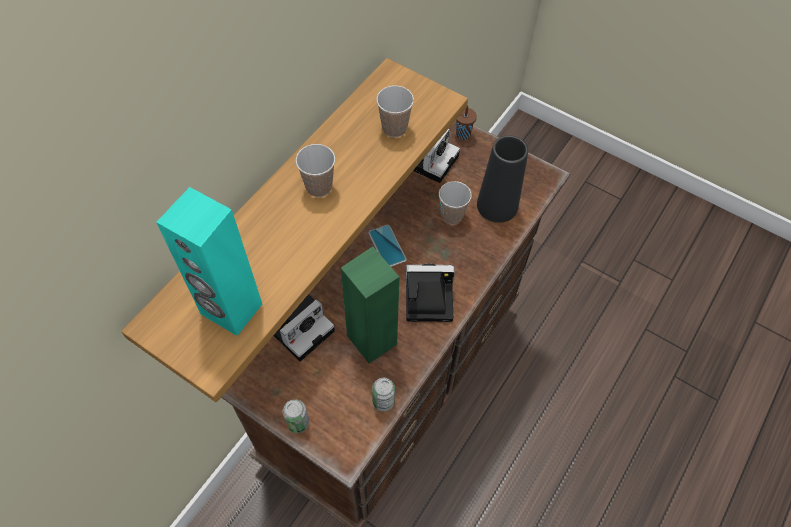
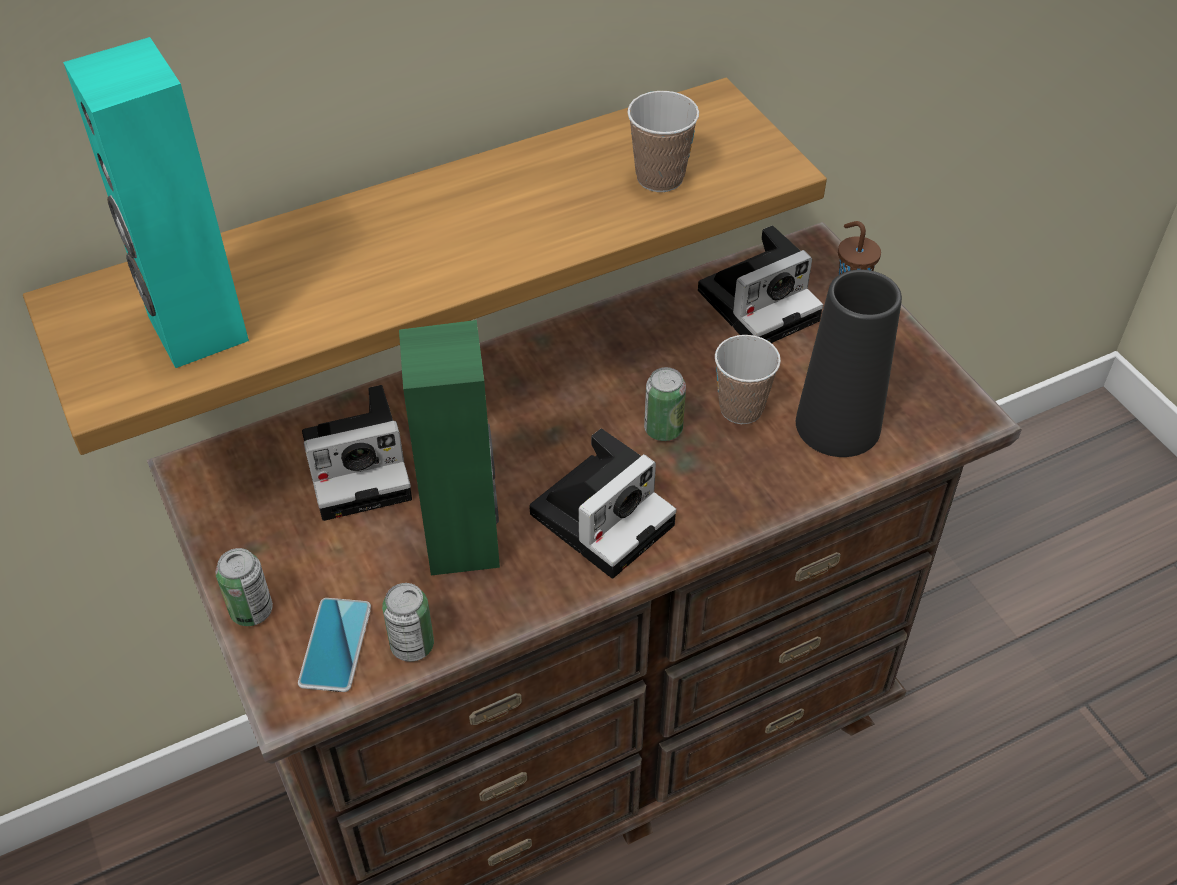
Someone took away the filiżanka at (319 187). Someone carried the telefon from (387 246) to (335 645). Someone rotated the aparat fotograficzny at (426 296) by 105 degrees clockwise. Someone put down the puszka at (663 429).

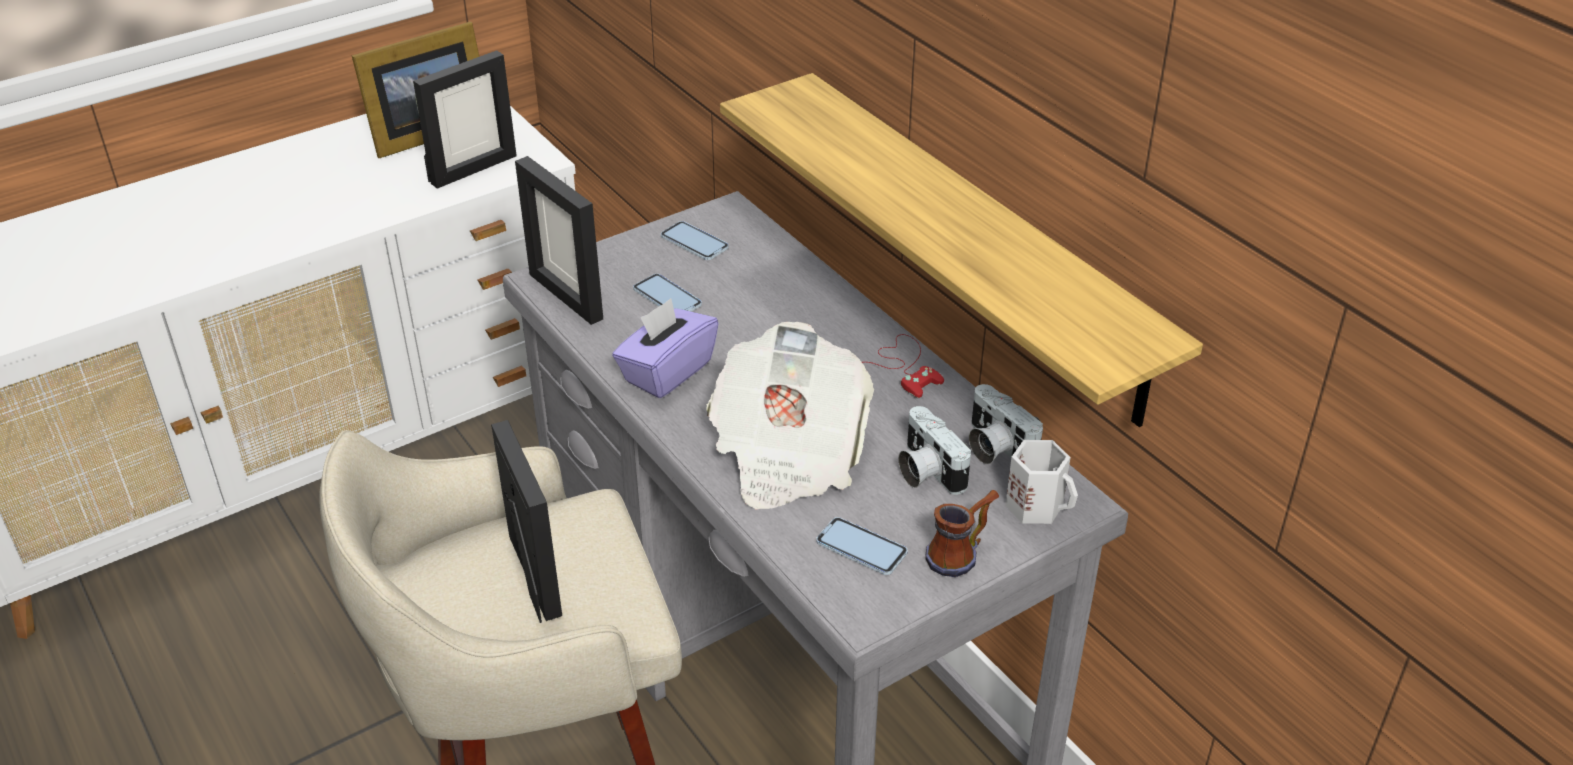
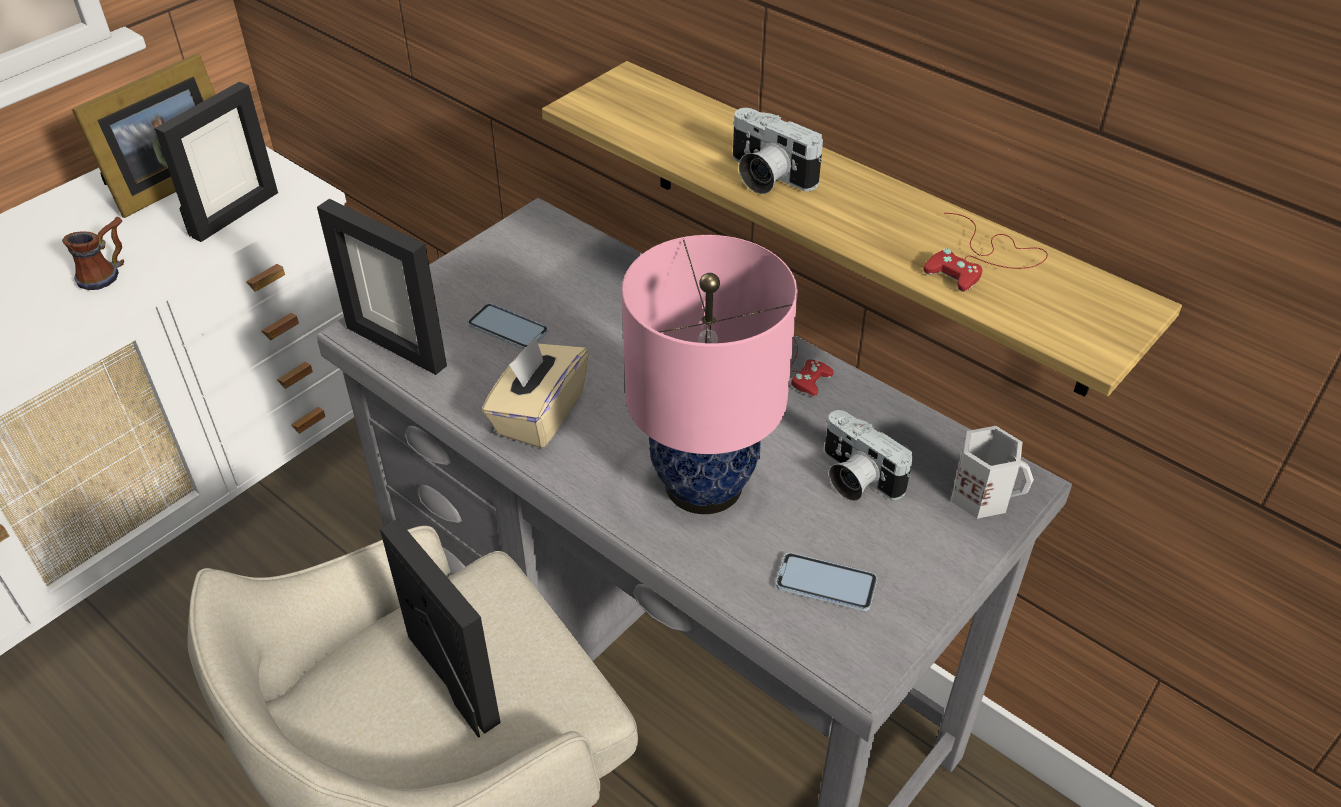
Someone took away the telefon at (694 242). Someone repainted the pudełko chusteczek/fioletowy at (667 371), which became the pudełko chusteczek/beżowy at (538 415). Someone swapped the gazeta at (788 452) for the lampa stołowa/różowy at (704 485). Someone carried the aparat fotograficzny from (994 447) to (766 177). Someone carried the kubek from (961 553) to (108 272). Someone put down the pad do gier/czerwony at (983 259).

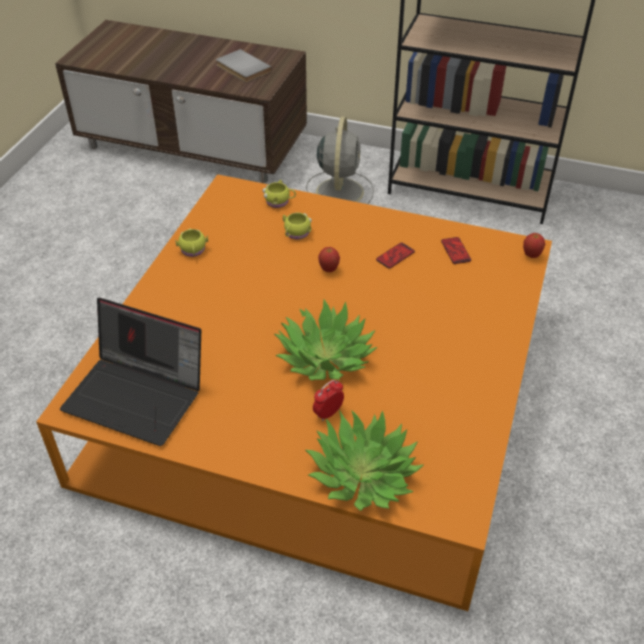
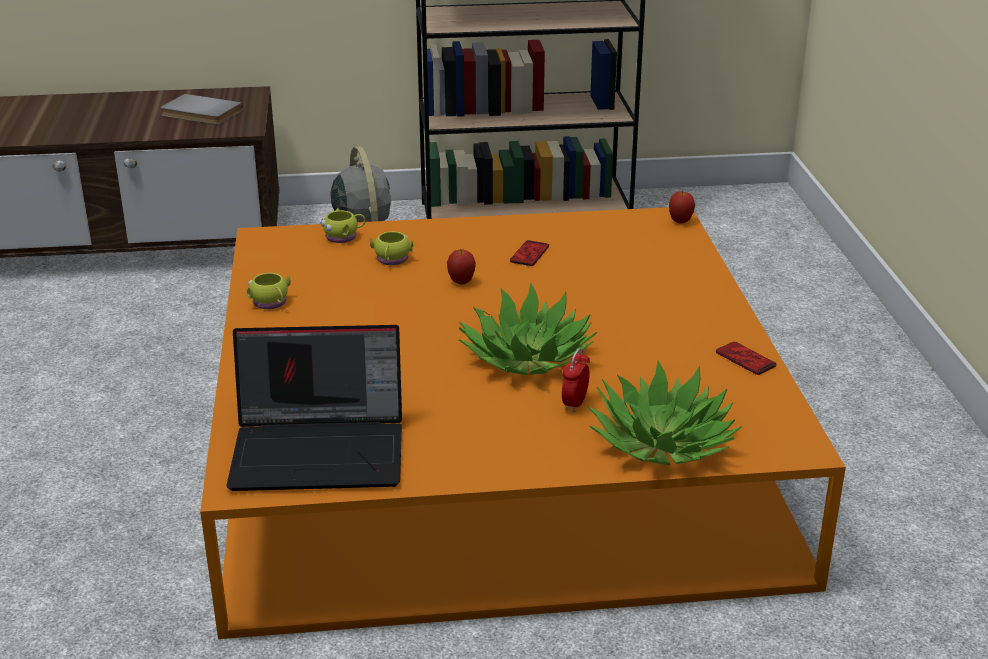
Someone carried the telefon from (455 251) to (745 359).

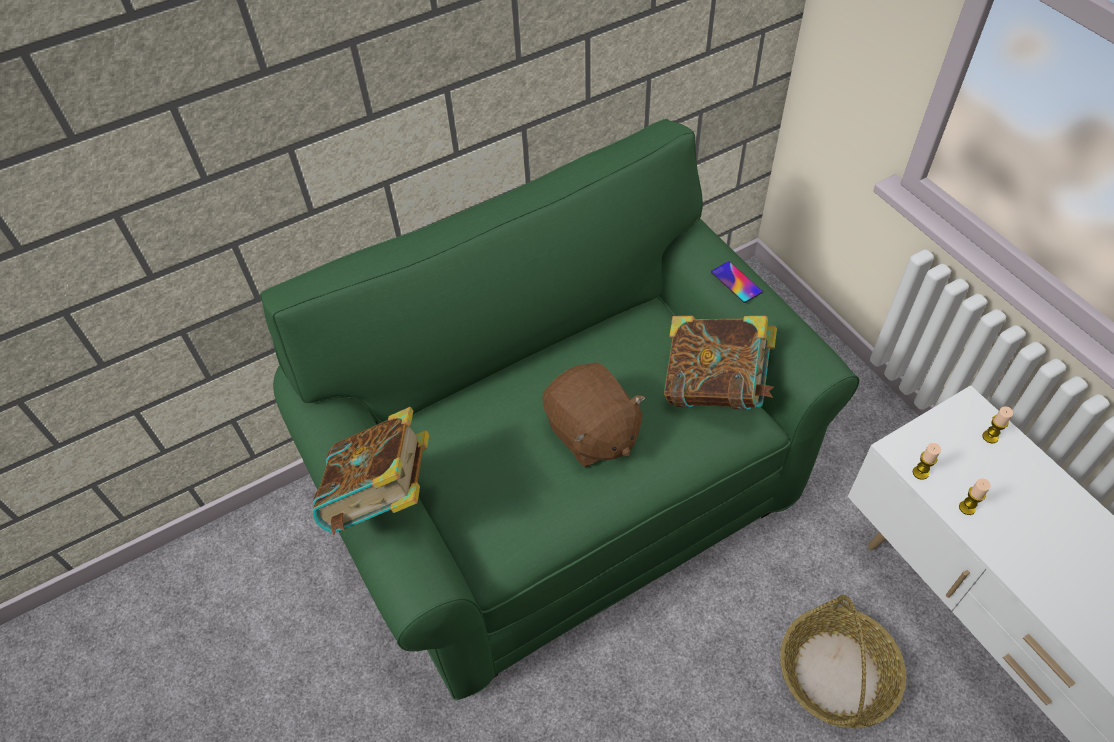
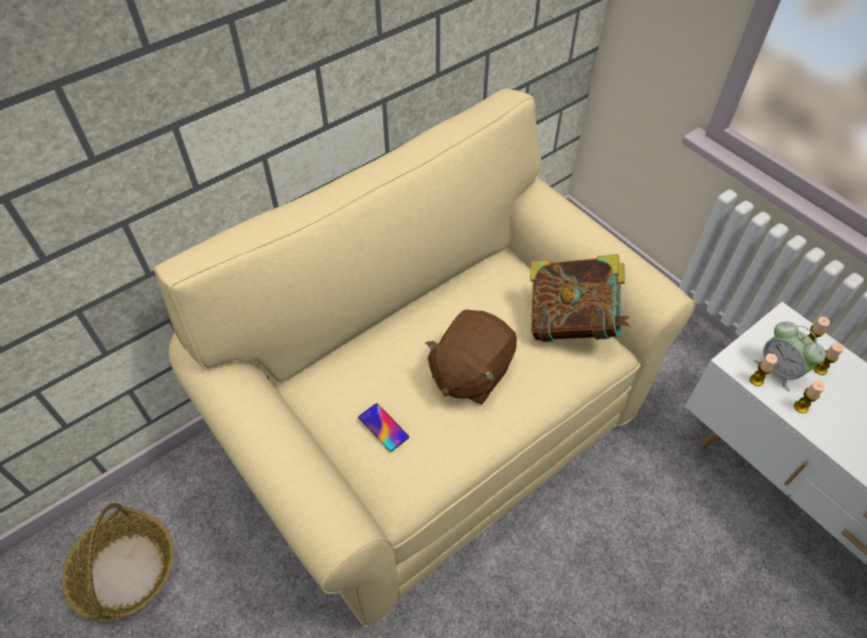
Someone repainted the kanapa/zielony at (564 488), which became the kanapa/beżowy at (434 422). Someone carried the telefon from (736 282) to (383 427). Someone rotated the pluszak/brązowy at (591 433) by 75 degrees clockwise. Someone took away the książka at (382 497). Someone carried the koszyk from (837 674) to (126 571). Someone put down the budzik at (779 370). Someone put down the świeca at (820 369).

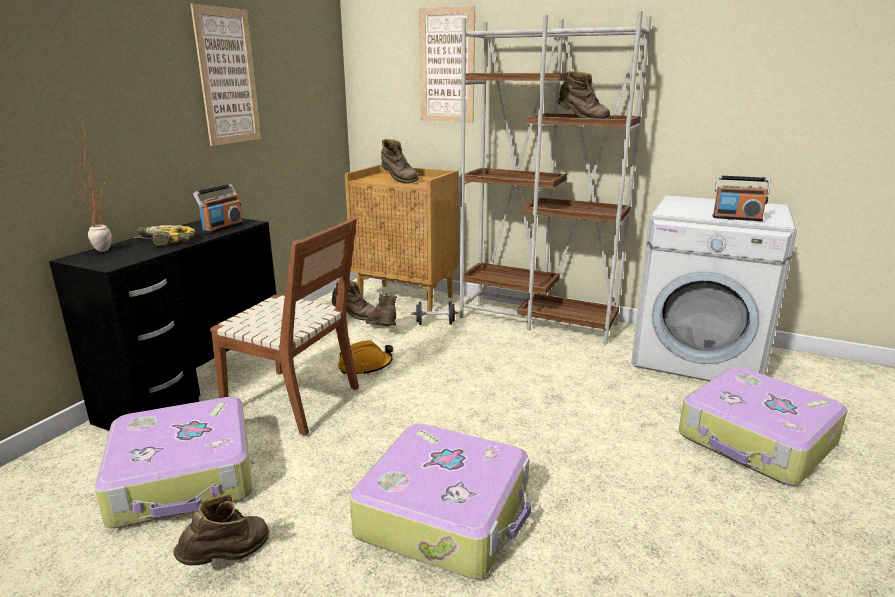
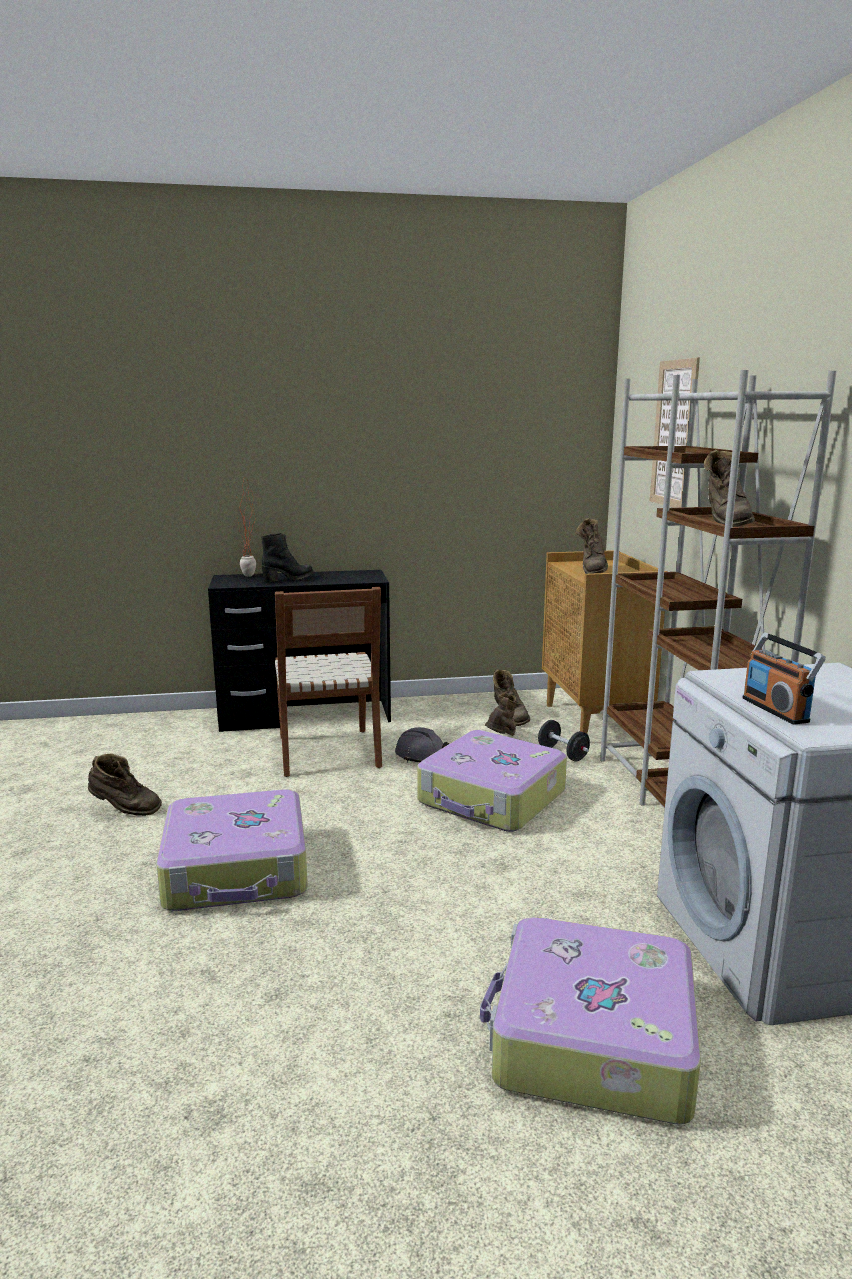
Someone took away the obraz at (228 77). Someone took away the radio at (222 227). Someone swapped the wiertarka at (164 242) for the but z cholewką/czarny at (288 579). Someone repainted the kask/pomarańczowy at (365 366), which became the kask/szary at (423 756). Someone carried the walizka from (184 477) to (492 798).

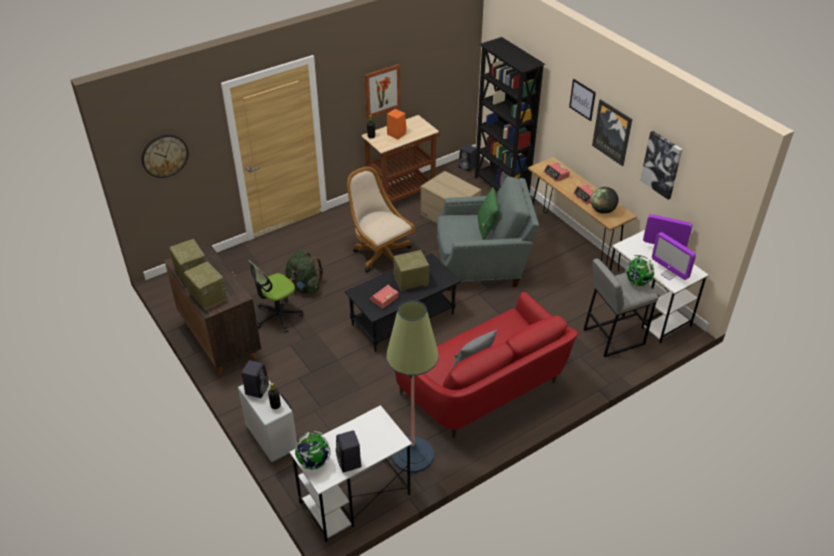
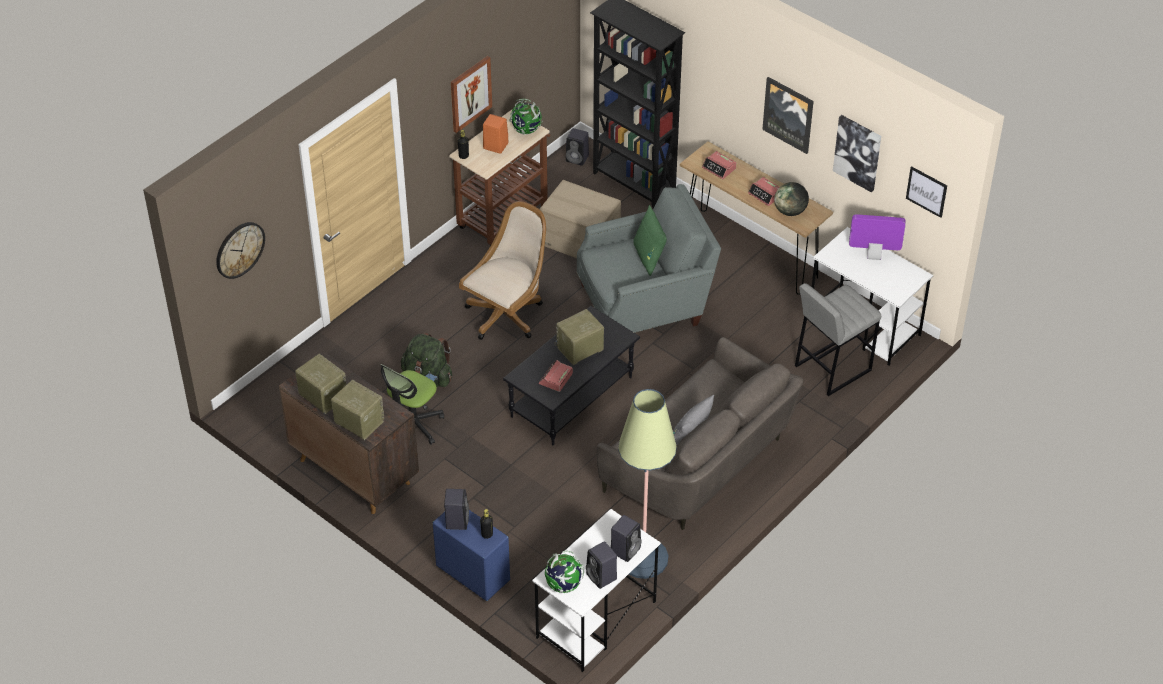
Someone carried the obraz from (582 99) to (926 191). Someone rotated the krzesło biurowe at (380 253) by 90 degrees clockwise. Someone took away the monitor at (669 275). Someone carried the globus from (637 282) to (526 130). Someone repainted the kanapa/czerwony at (485 389), which became the kanapa/szary at (700 464). Someone repainted the szafka nocna/biały at (272 438), which became the szafka nocna/niebieski at (474 574). Someone put down the głośnik/czarny at (625 549).

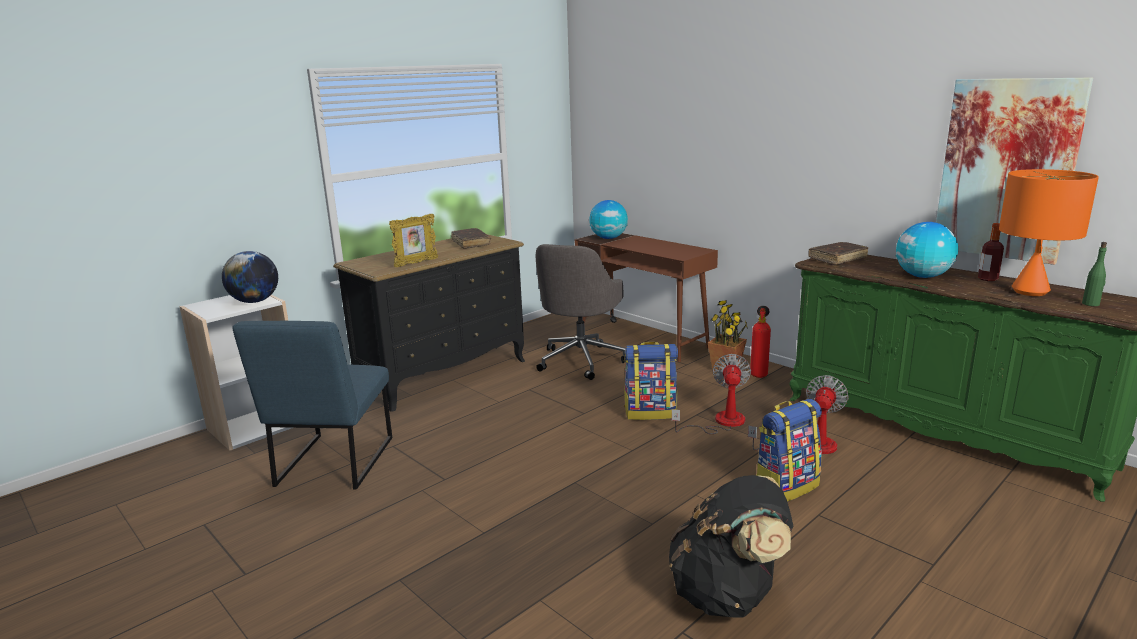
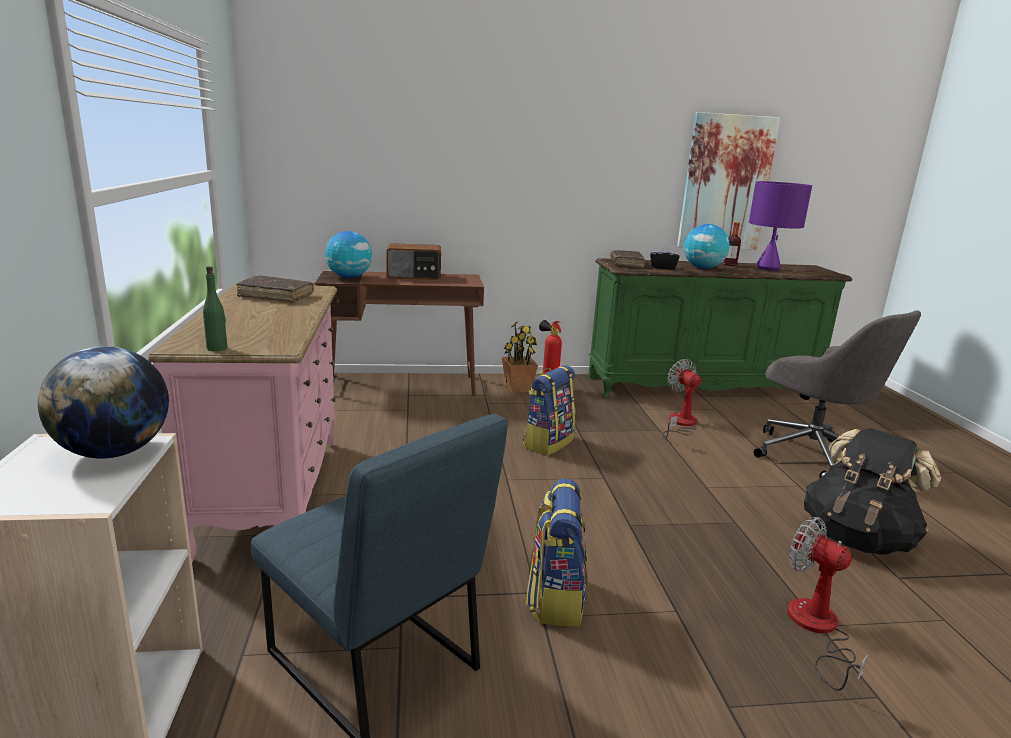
Someone repainted the lampa stołowa/pomarańczowy at (1029 292), which became the lampa stołowa/fioletowy at (767 269). Someone took away the ramka na zdjęcie at (416 263). Someone repainted the komoda/czarny at (444 375), which became the komoda/różowy at (274 494). Someone carried the butelka/zielony from (1091 304) to (217 348). Someone carried the krzesło biurowe/szary from (581 361) to (812 456). Someone carried the wentylator from (720 422) to (816 629). Someone carried the plecak from (785 486) to (555 598). Someone put down the radio at (414 276). Someone put down the pudełko chusteczek/czarny at (663 268).

